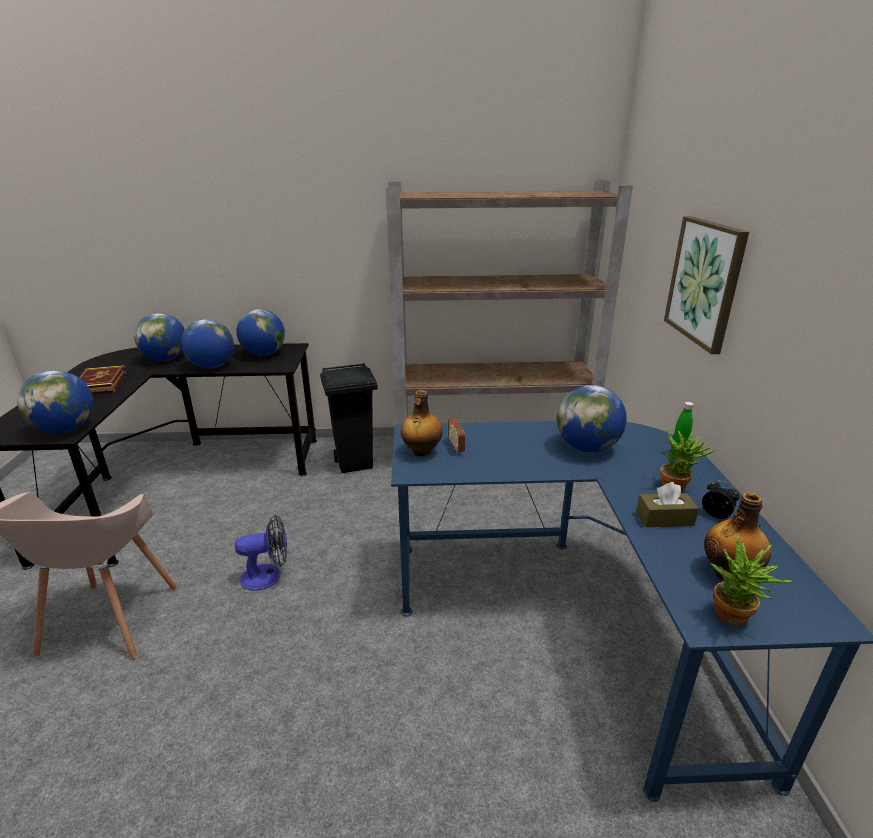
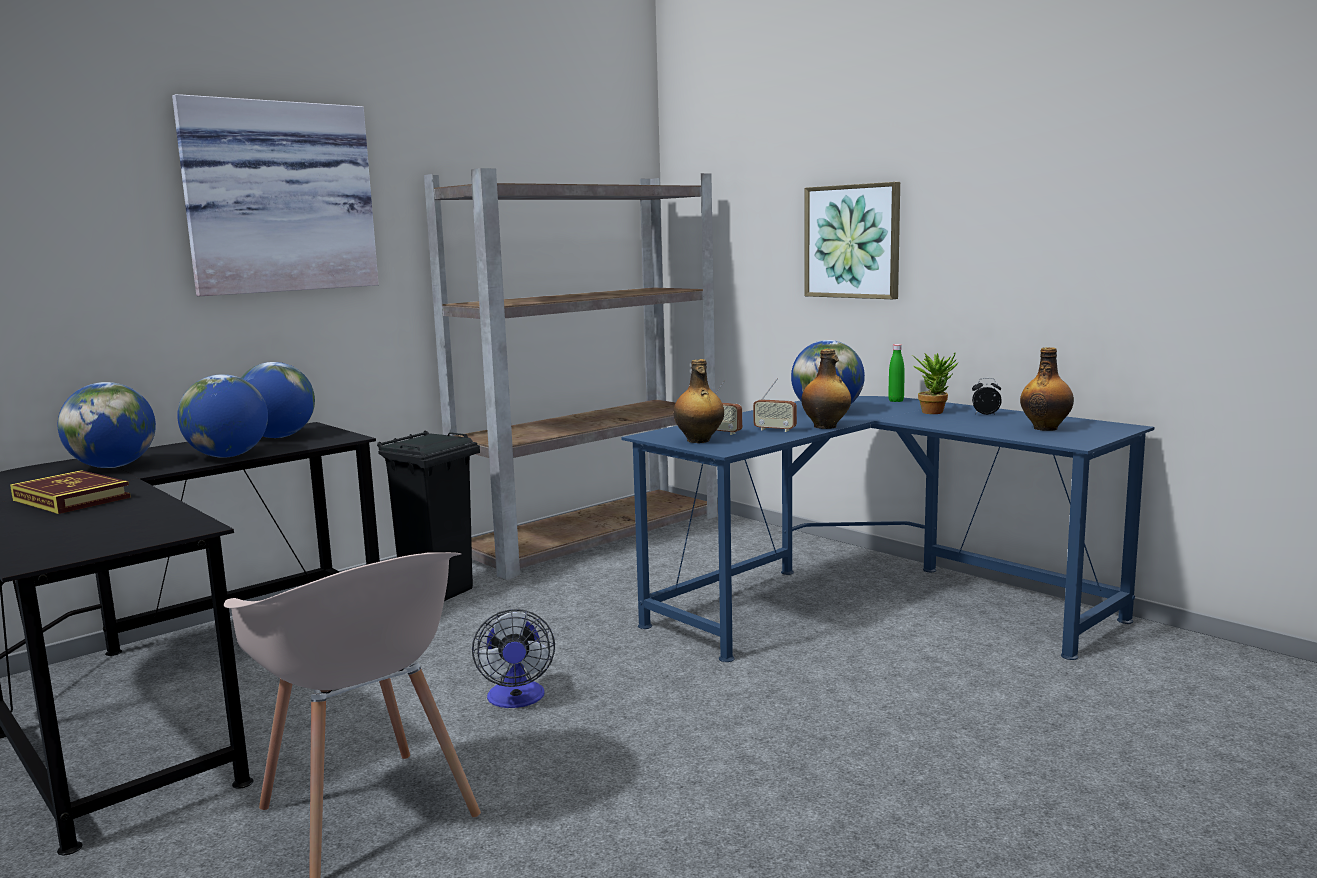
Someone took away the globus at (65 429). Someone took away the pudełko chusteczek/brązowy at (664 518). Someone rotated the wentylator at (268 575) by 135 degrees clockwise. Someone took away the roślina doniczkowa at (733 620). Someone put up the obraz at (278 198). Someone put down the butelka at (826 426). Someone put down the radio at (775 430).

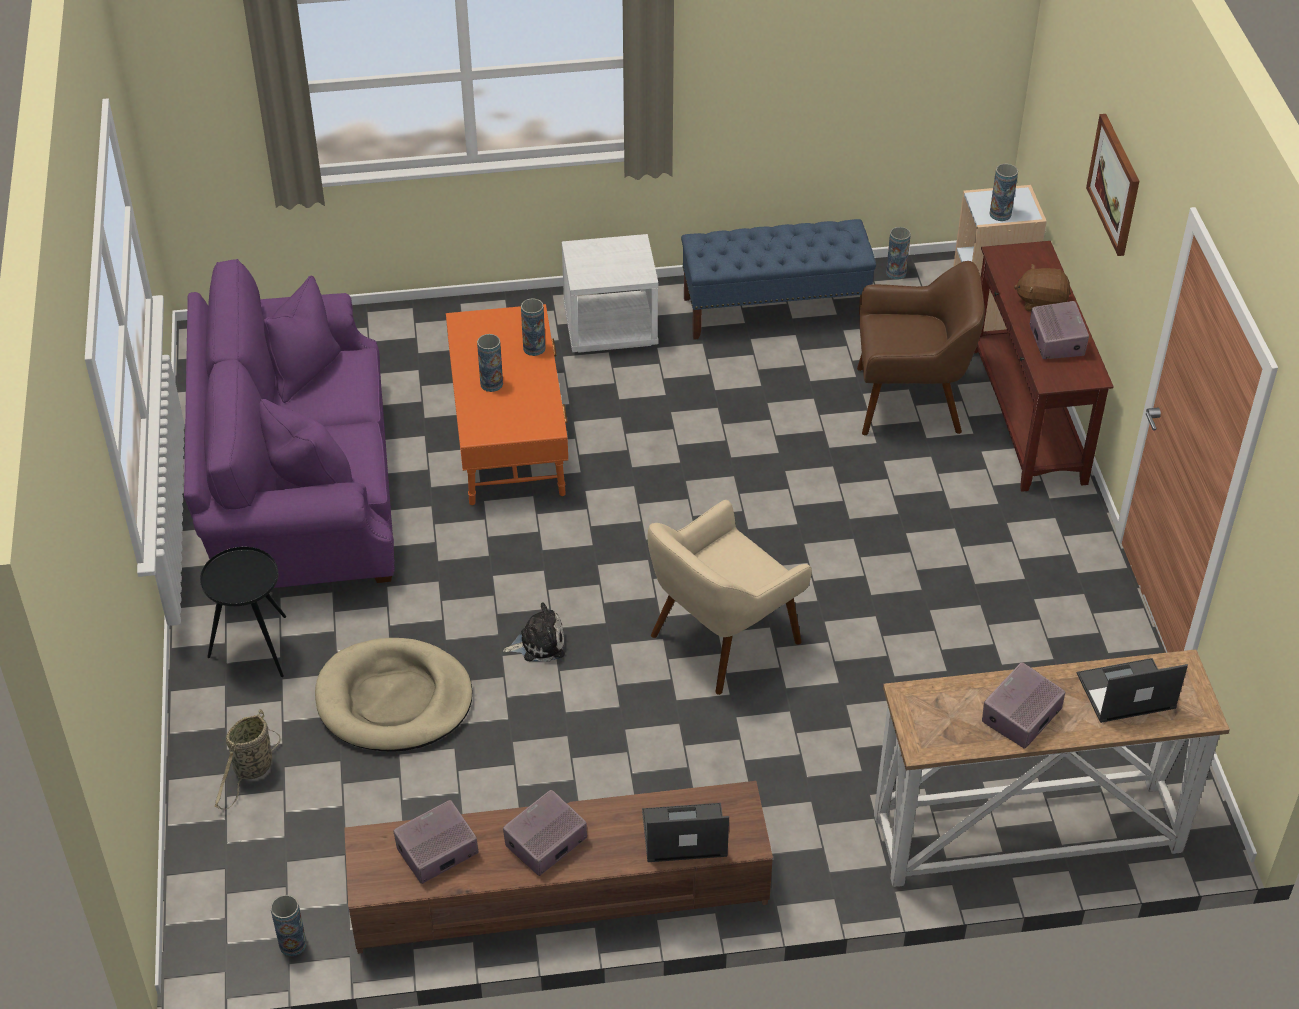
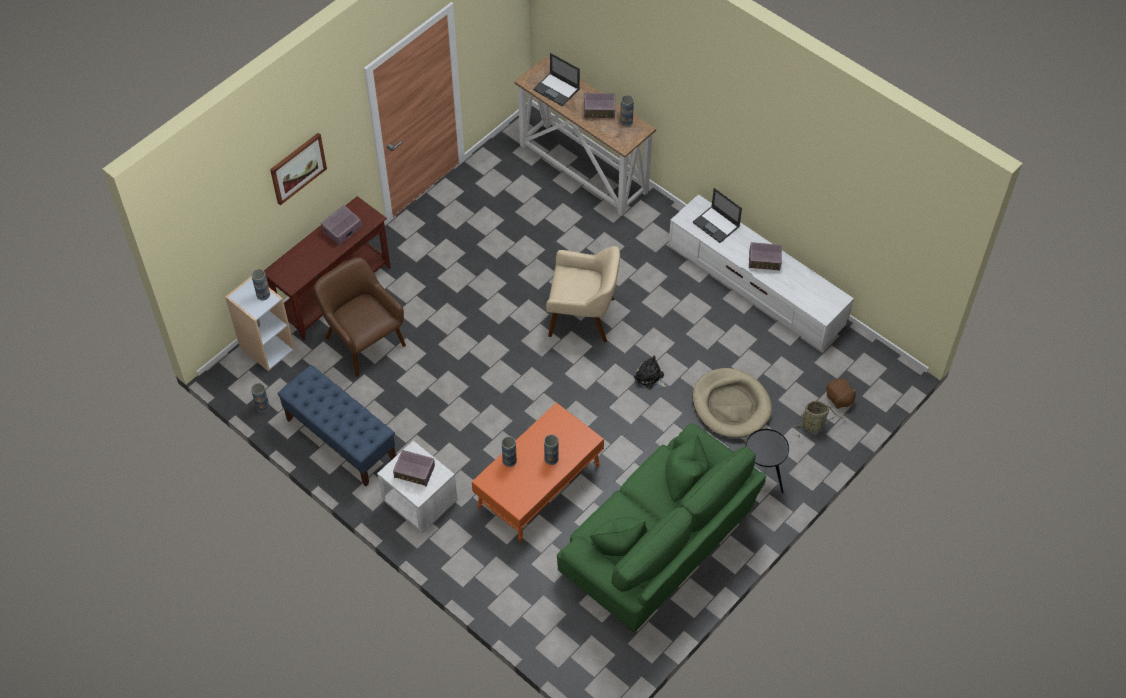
Someone repainted the kanapa/fioletowy at (298 488), which became the kanapa/zielony at (658 546). Someone carried the pluszak/brązowy from (1041 302) to (839 399). Someone repainted the szafka pod telewizor/brązowy at (559 896), which became the szafka pod telewizor/biały at (757 283). Someone carried the radio from (436 851) to (414 472). Someone carried the wazon from (292 944) to (626 121).

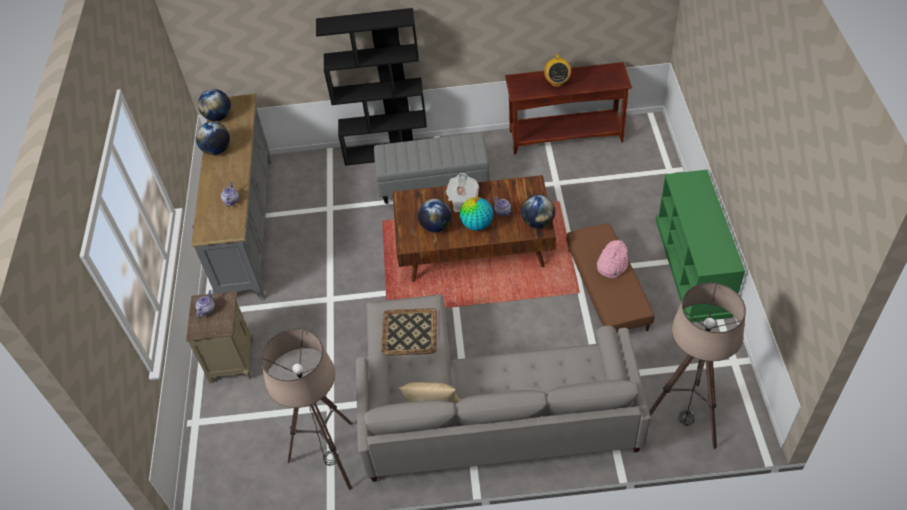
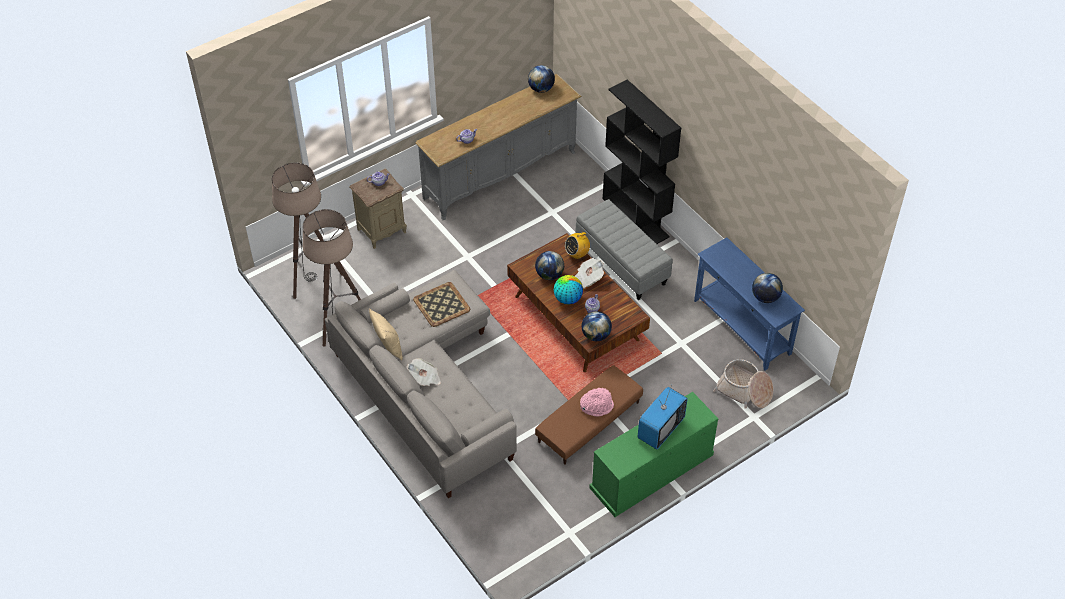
Someone carried the radio from (557 82) to (577 254). Someone repainted the stolik konsolowy/brązowy at (566 136), which became the stolik konsolowy/niebieski at (742 327). Someone carried the globus from (217 150) to (765 297). Someone carried the lampa stojąca from (685 417) to (311 276). Someone put down the gazeta at (425 378). Someone put down the koszyk at (744 391). Someone put down the telewizor at (660 429).

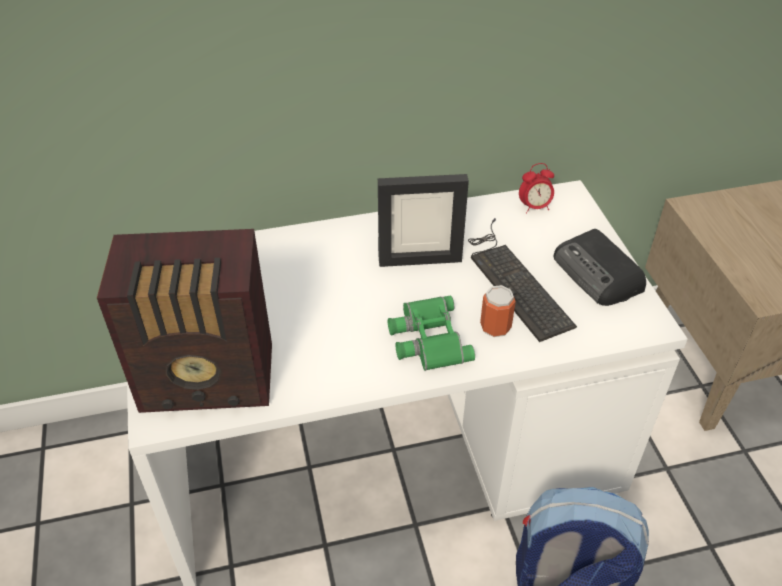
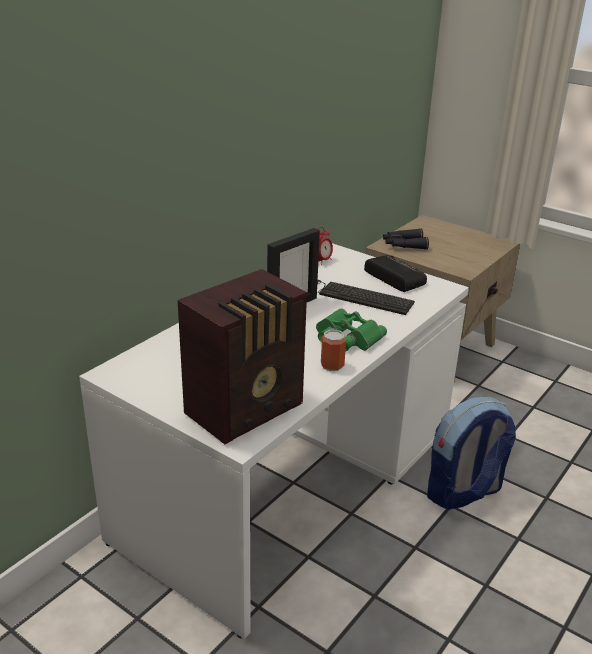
Someone rotated the radio at (598 274) by 150 degrees counterclockwise. Someone carried the puszka from (495 327) to (332 365). Someone put down the lornetka/czarny at (403 245).

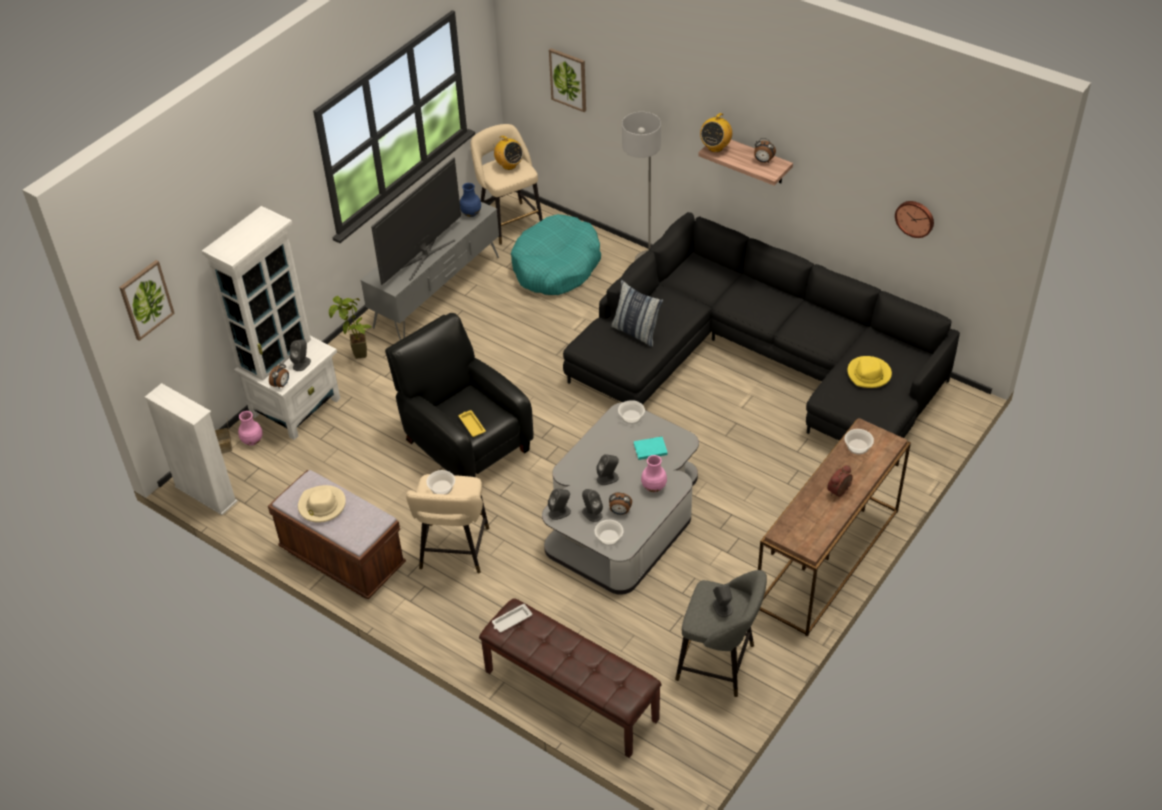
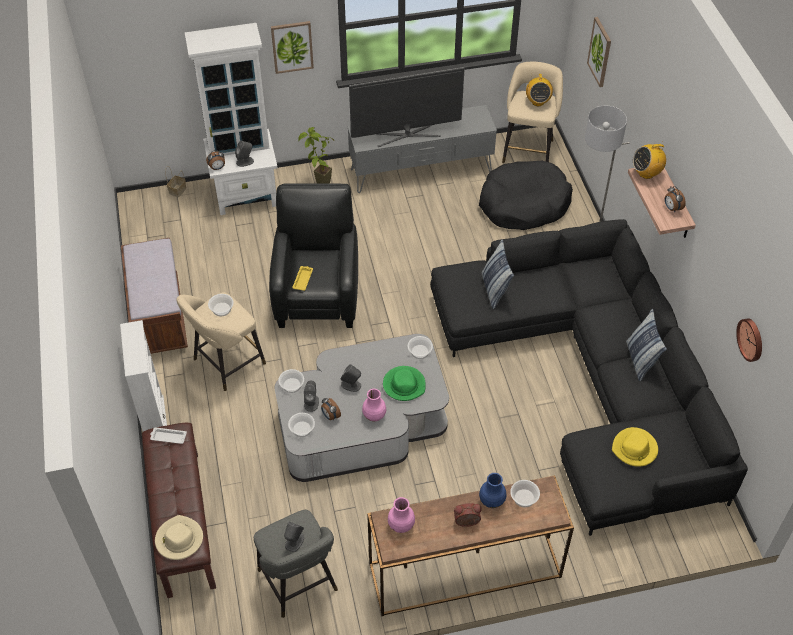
Someone carried the wazon/niebieski from (471 213) to (492 501). Someone repainted the legowisko/turkusowy at (556 266), which became the legowisko/czarny at (523 204). Someone carried the obraz from (146 299) to (292 46). Someone carried the regał/biały from (206 494) to (155 422). Someone carried the wazon/różowy from (252 440) to (401 525). Someone swapped the książka/turkusowy at (649 449) for the kapelusz/zielony at (404 385). Someone carried the kapelusz/beżowy from (321 506) to (179 539). Someone swapped the głośnik/szary at (559 512) for the miska at (292 385). Someone put down the poduszka at (640 360).

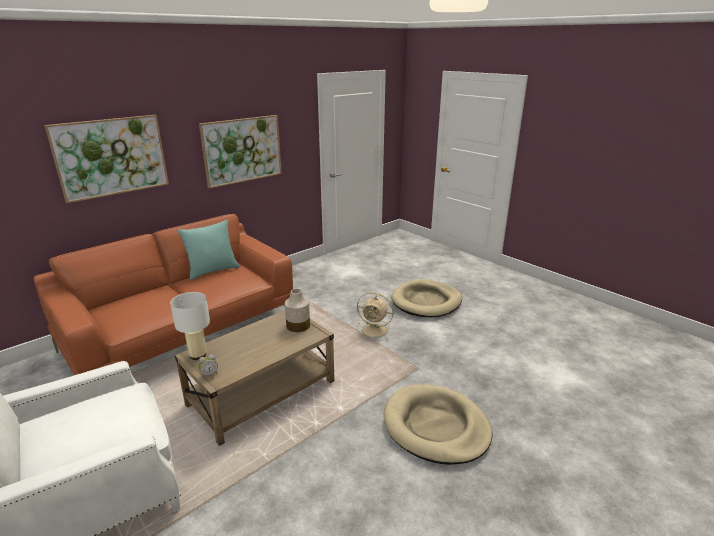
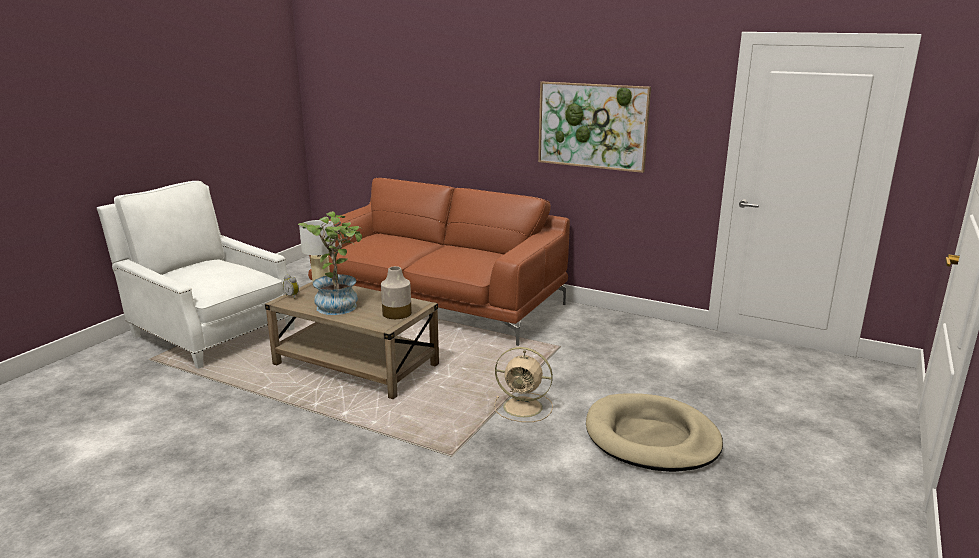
Someone took away the obraz at (111 157). Someone took away the poduszka/turkusowy at (212 271). Someone rotated the wentylator/beżowy at (375 330) by 75 degrees counterclockwise. Someone took away the legowisko/beżowy at (436 427). Someone put down the roślina doniczkowa at (339 304).

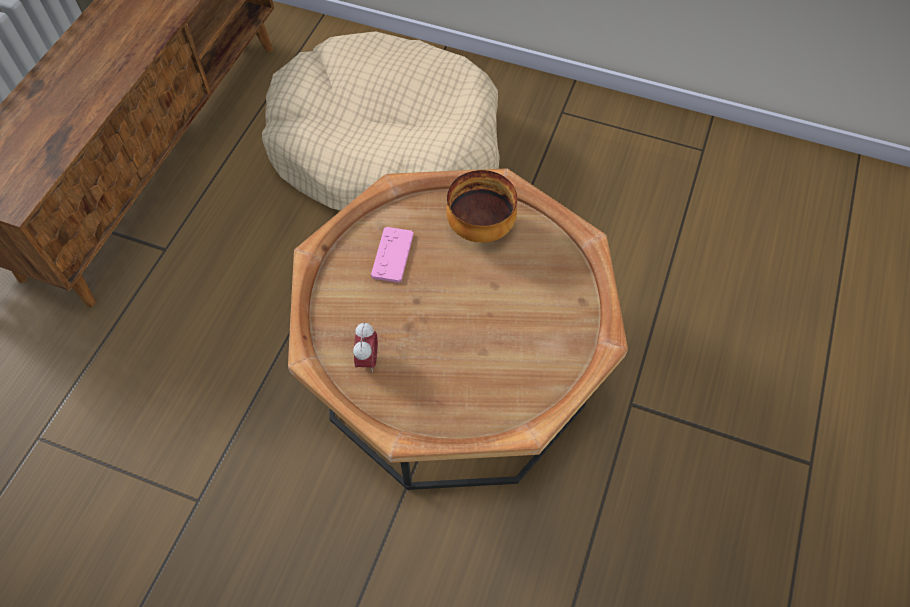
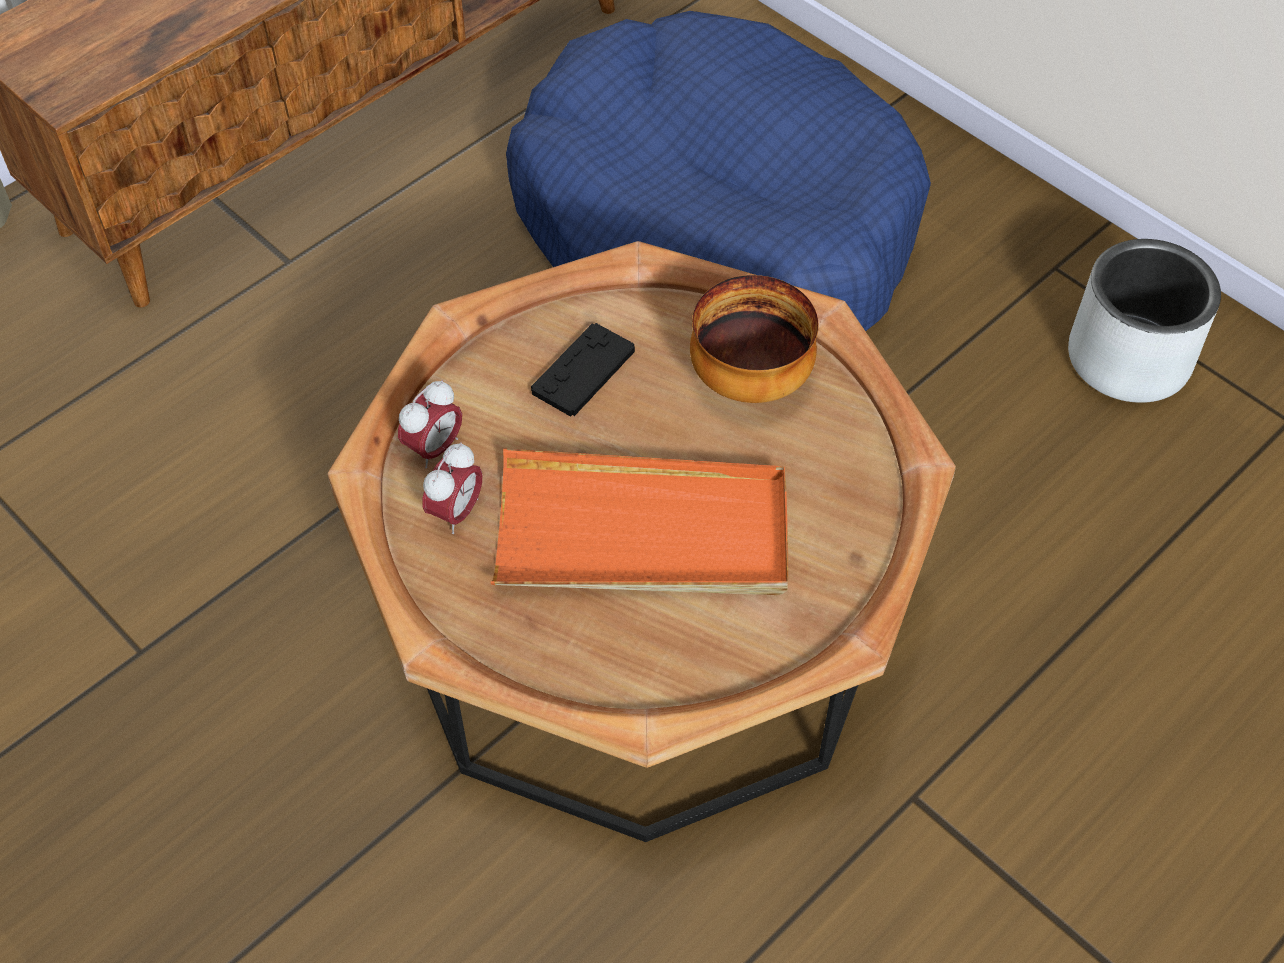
Someone repainted the legowisko/beżowy at (385 148), which became the legowisko/niebieski at (714 226). Someone repainted the pad do gier/różowy at (392 255), which became the pad do gier/czarny at (583 371). Someone put down the donica/szary at (1128 358). Someone put down the budzik at (434 448). Someone put down the taca/pomarańczowy at (642 533).

